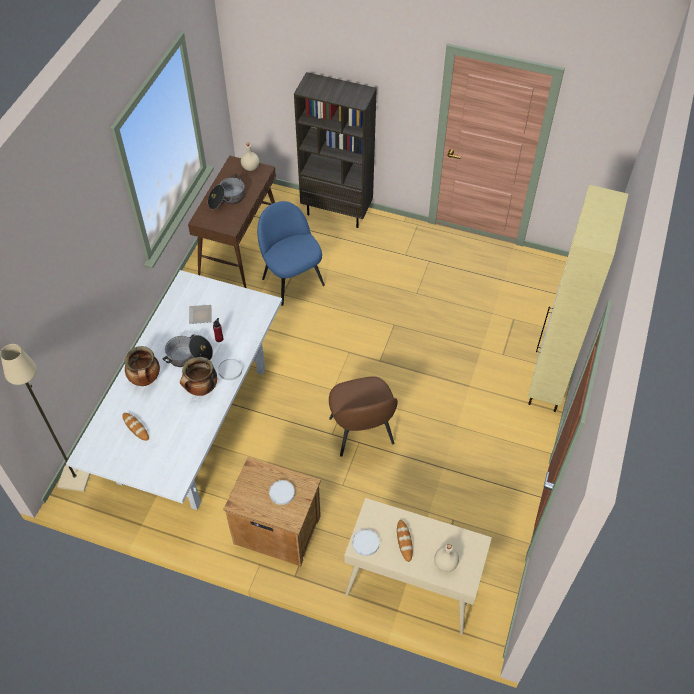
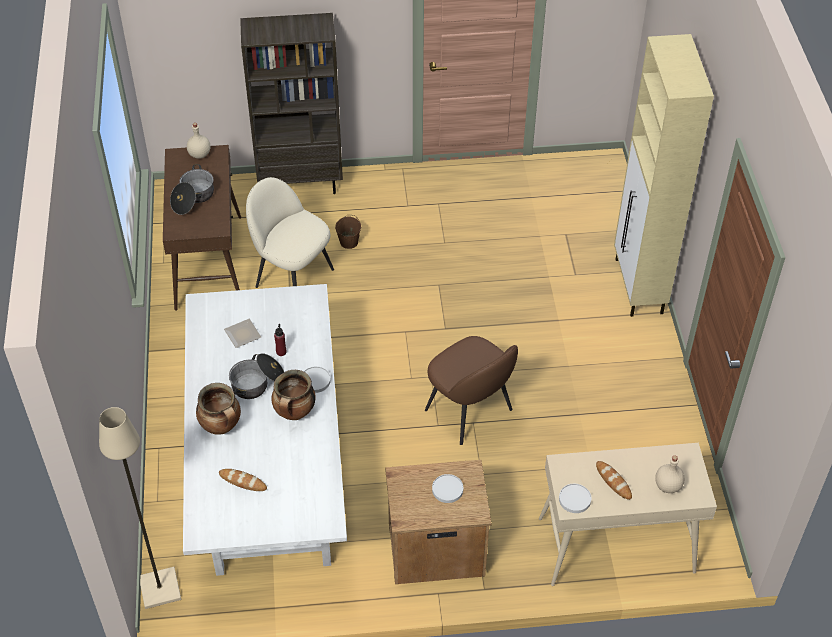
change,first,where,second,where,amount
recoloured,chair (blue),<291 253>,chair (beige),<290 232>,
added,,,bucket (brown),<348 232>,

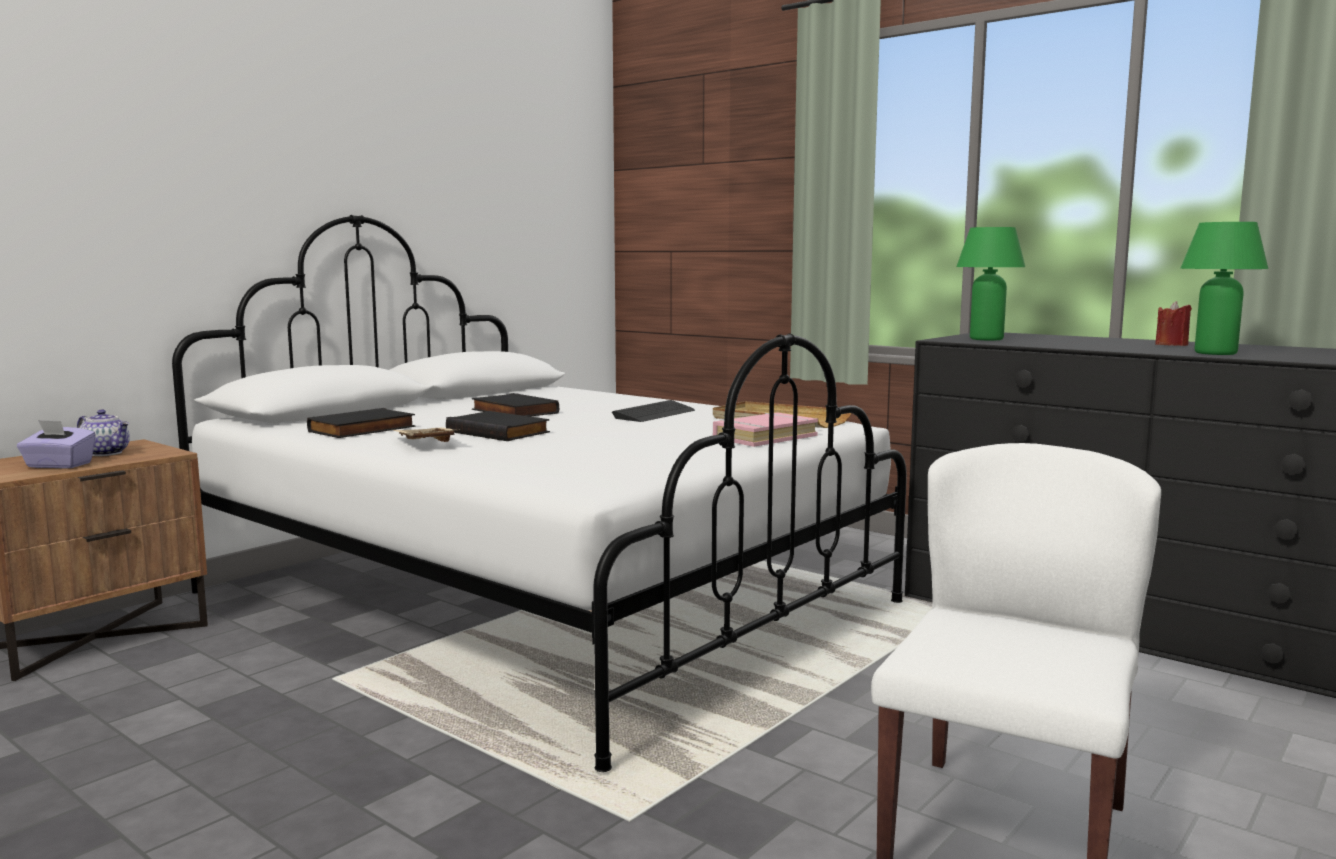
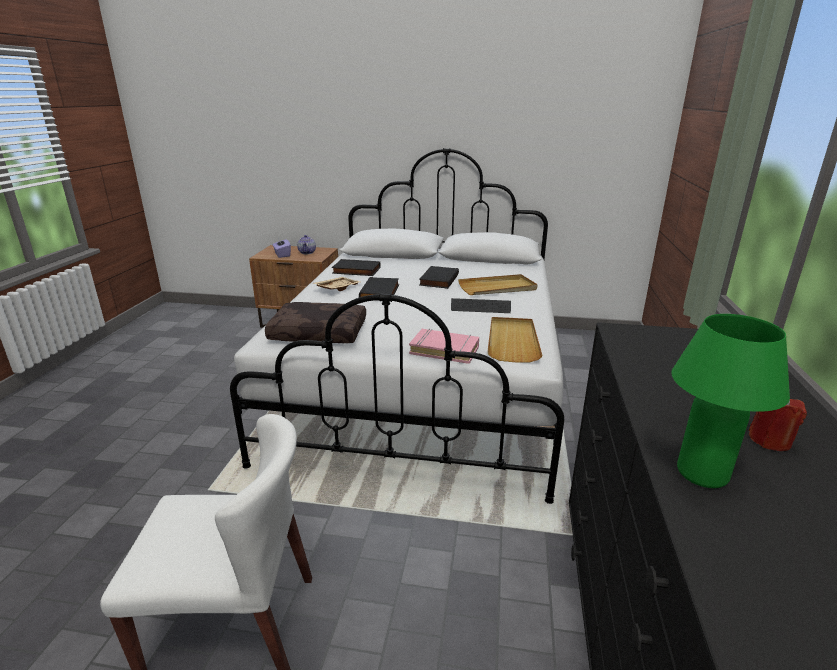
change,first,where,second,where,amount
removed,table lamp (green),<990 283>,,,
added,,,pillow (brown),<315 322>,
added,,,tray (beige),<498 284>,

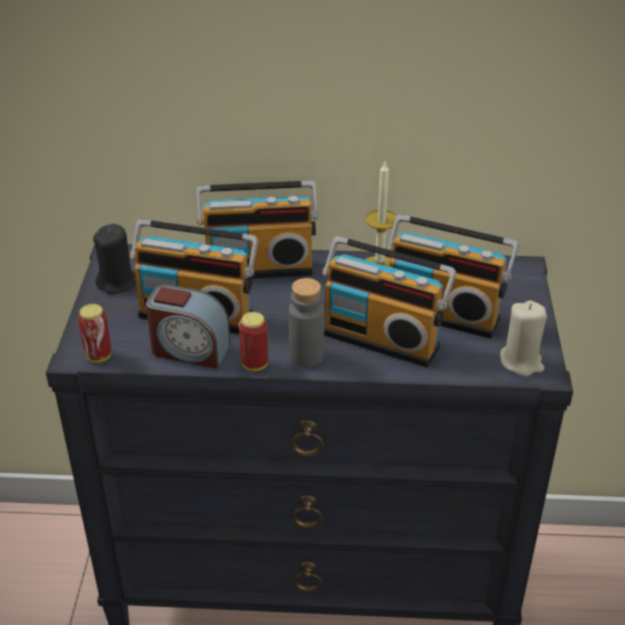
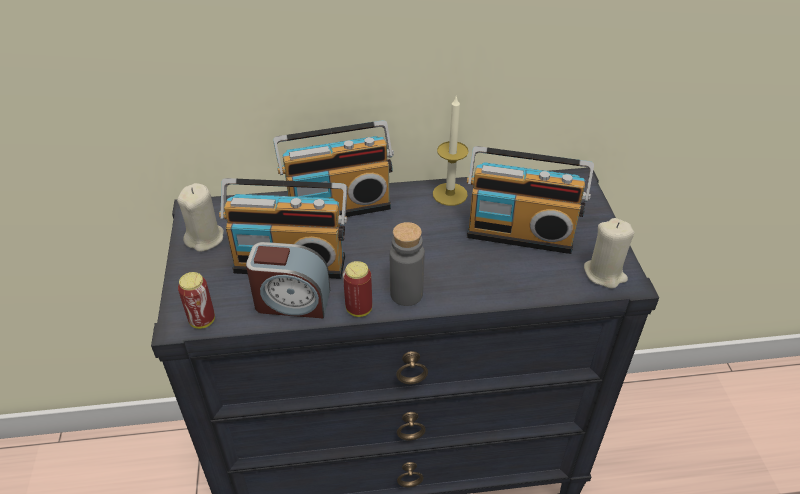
change,first,where,second,where,amount
recoloured,candle (black),<114 259>,candle (beige),<200 217>,
removed,radio,<389 302>,,,

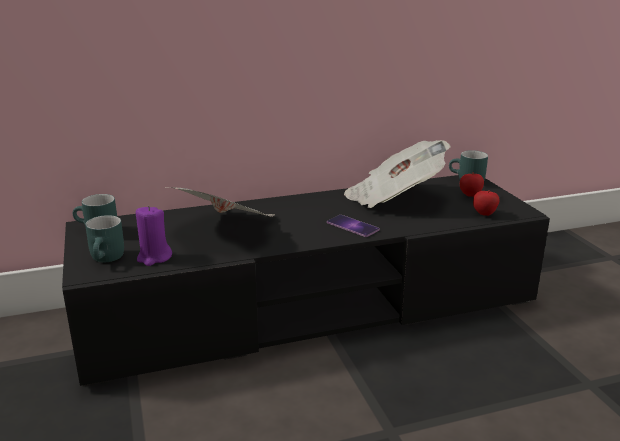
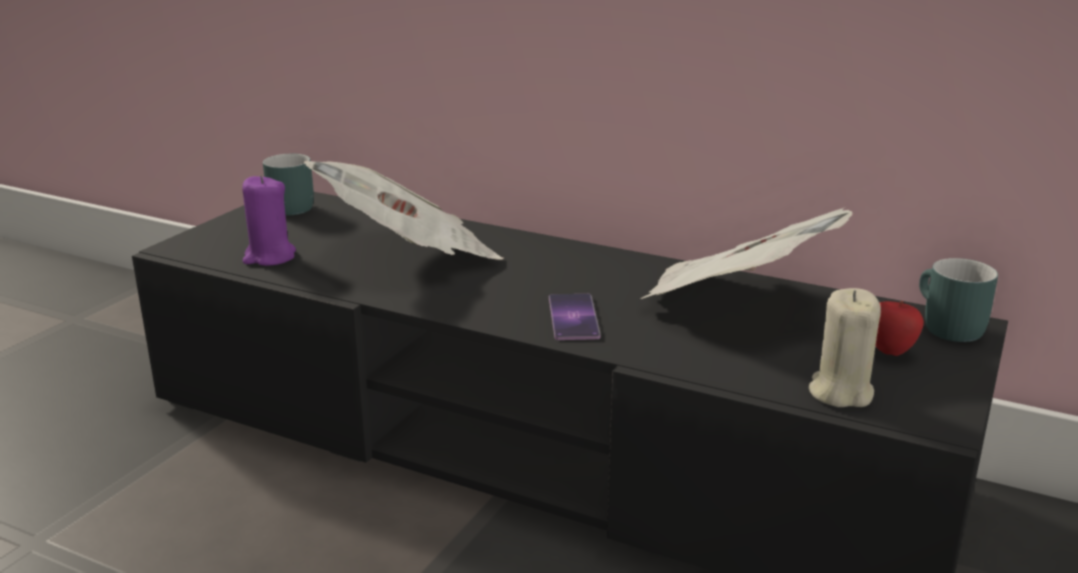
change,first,where,second,where,amount
removed,mug (turquoise),<104 238>,,,
replaced,apple,<486 203>,candle (beige),<845 347>,

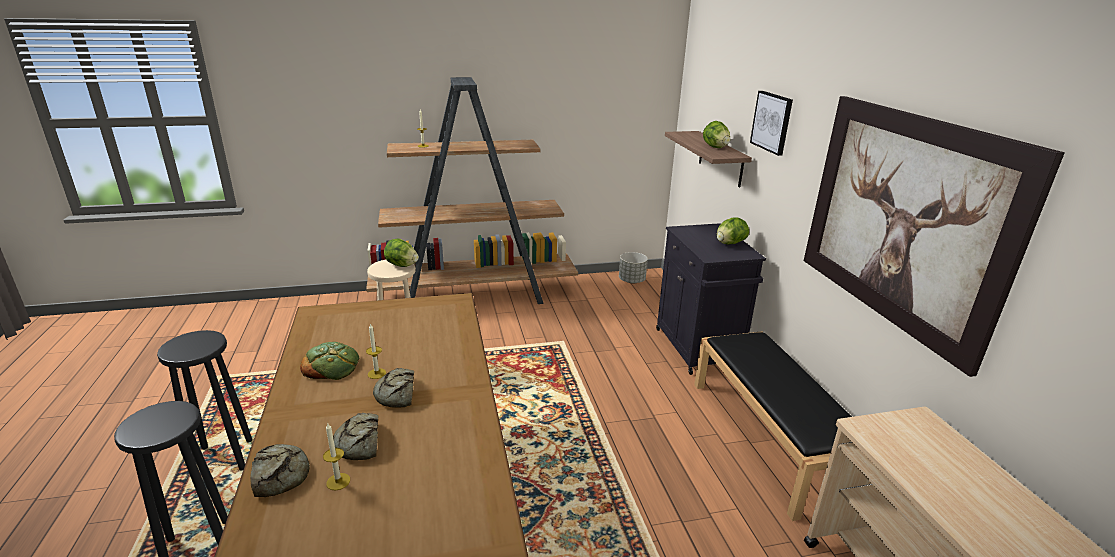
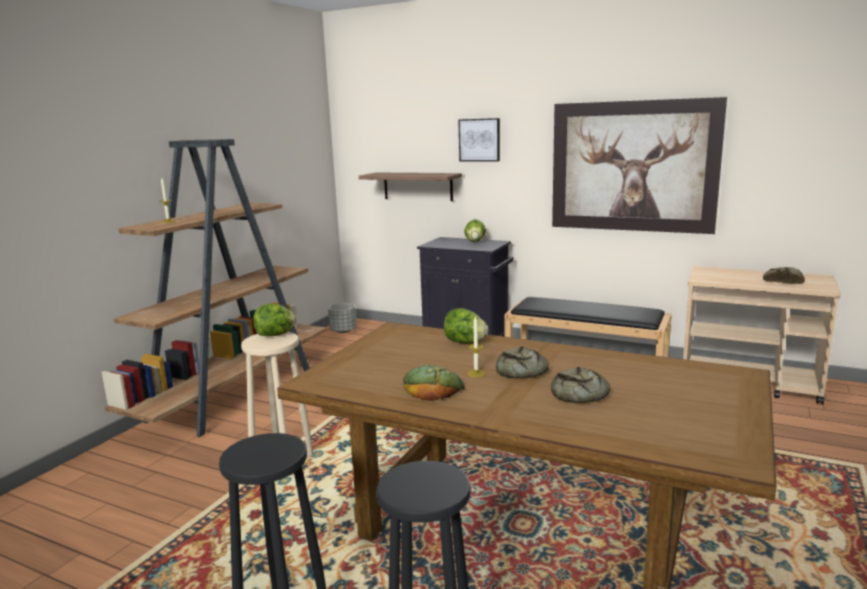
change,first,where,second,where,amount
moved,bread,<280 470>,,<784 275>,
removed,candle,<336 456>,,,
moved,lettuce,<716 134>,,<466 326>,

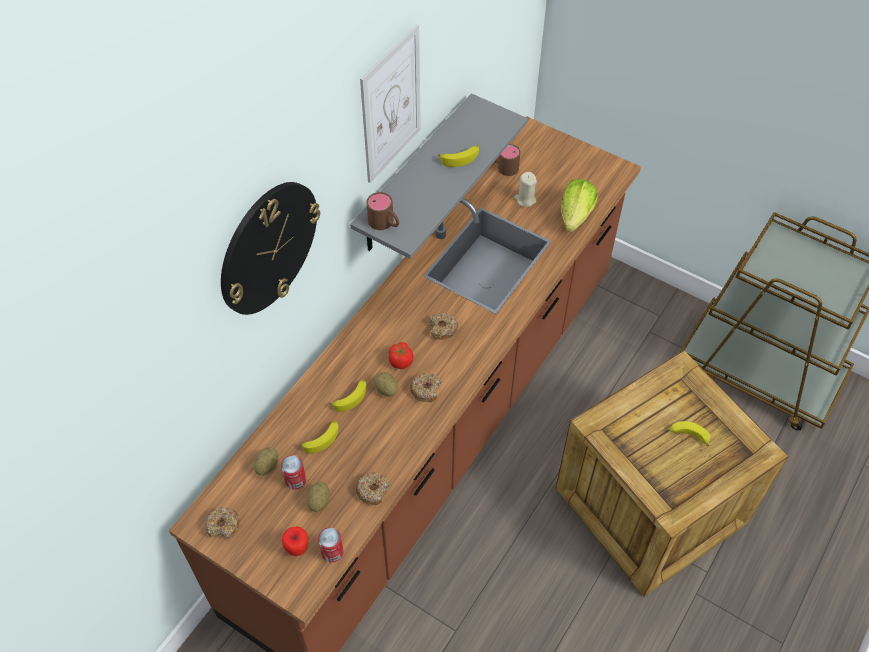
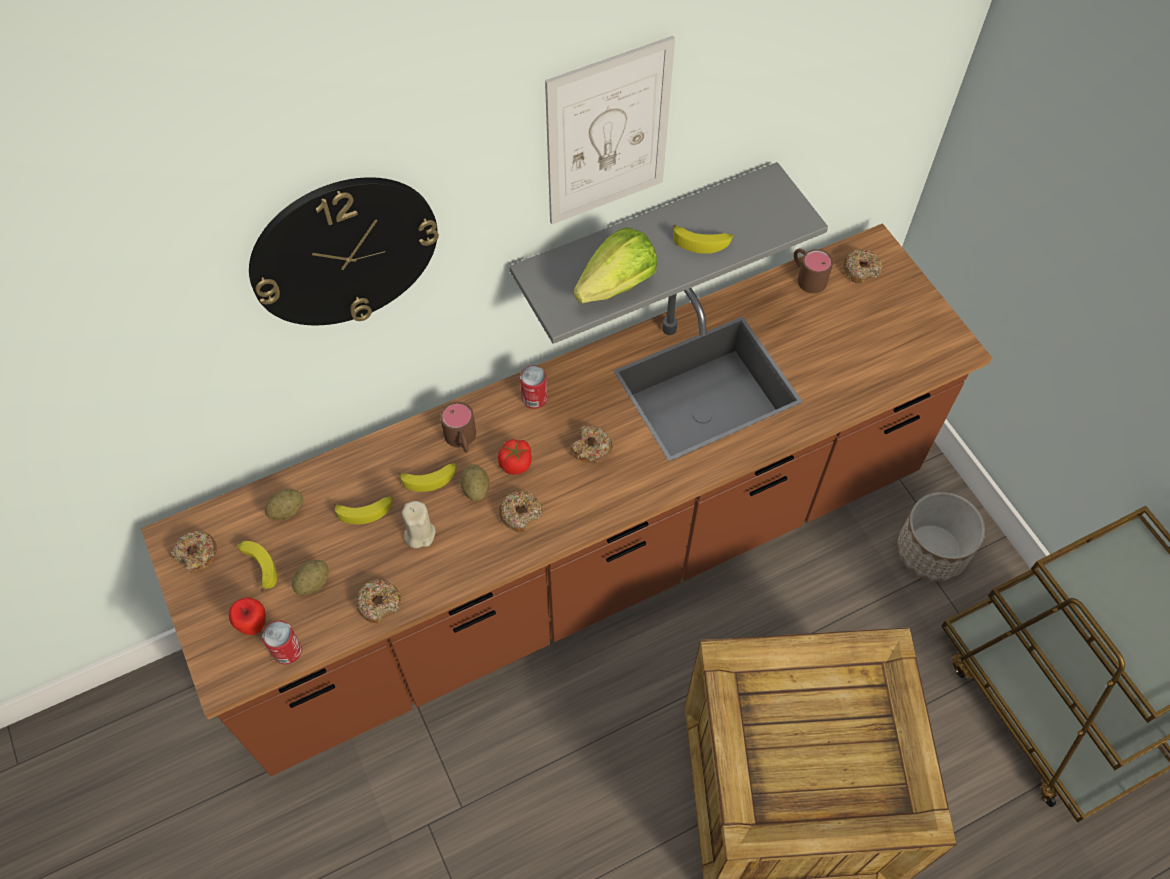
change,first,where,second,where,amount
moved,can,<293 472>,,<533 387>,
moved,mug (brown),<382 211>,,<458 427>,
moved,candle (beige),<526 189>,,<418 524>,
moved,lettuce,<579 205>,,<615 265>,
moved,banana,<689 433>,,<256 566>,
added,,,donut,<862 266>,
added,,,planter,<941 536>,

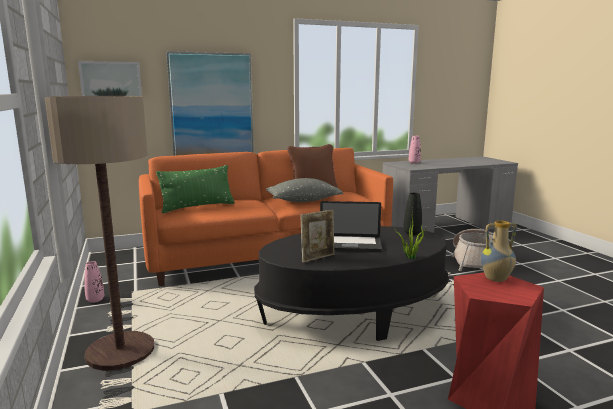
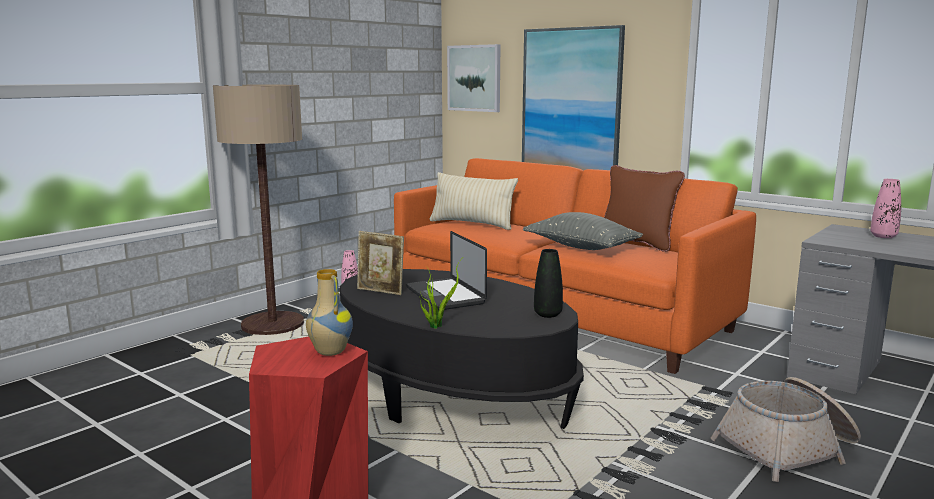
change,first,where,second,where,amount
recoloured,pillow (green),<195 189>,pillow (beige),<474 201>,

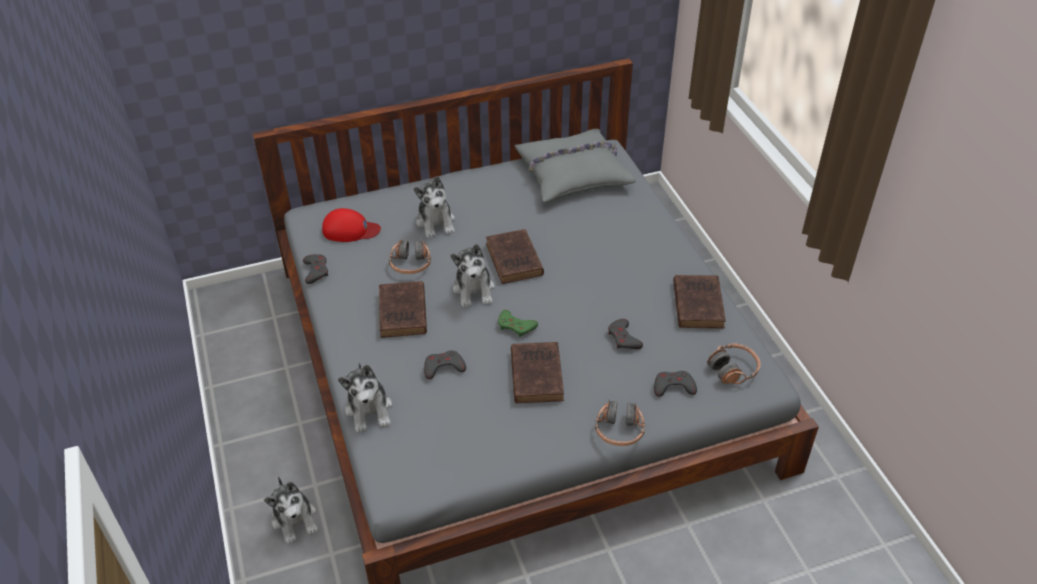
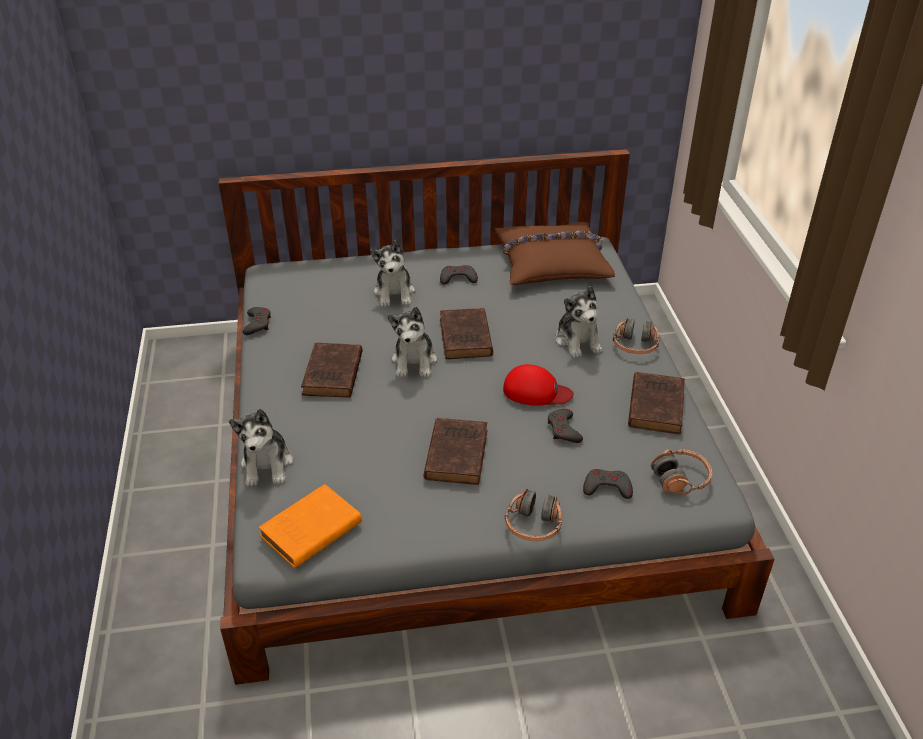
change,first,where,second,where,amount
moved,plush toy,<291 510>,,<579 322>,
moved,cap (red),<351 225>,,<538 385>,
moved,headphones,<410 256>,,<636 336>,
moved,game controller (grey),<445 364>,,<459 274>,
removed,game controller (green),<518 323>,,,
recoloured,pillow (grey),<575 165>,pillow (brown),<555 253>,
added,,,book (orange),<310 526>,

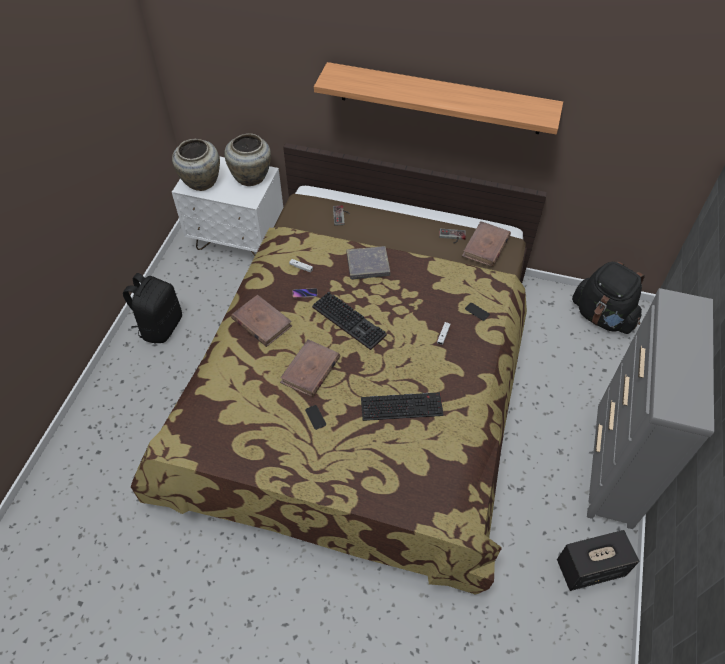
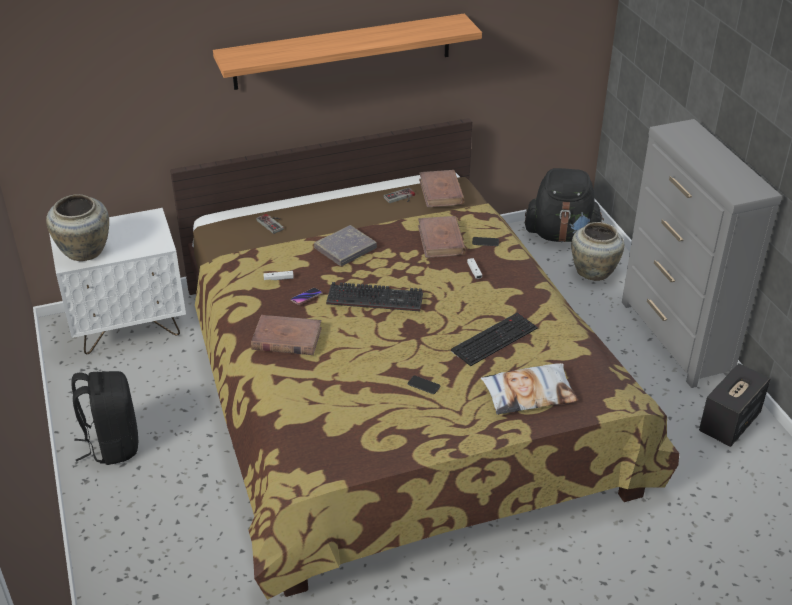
change,first,where,second,where,amount
moved,vase (beige),<247 159>,,<597 251>,
moved,book (brown),<310 368>,,<442 237>,
added,,,pillow,<529 389>,

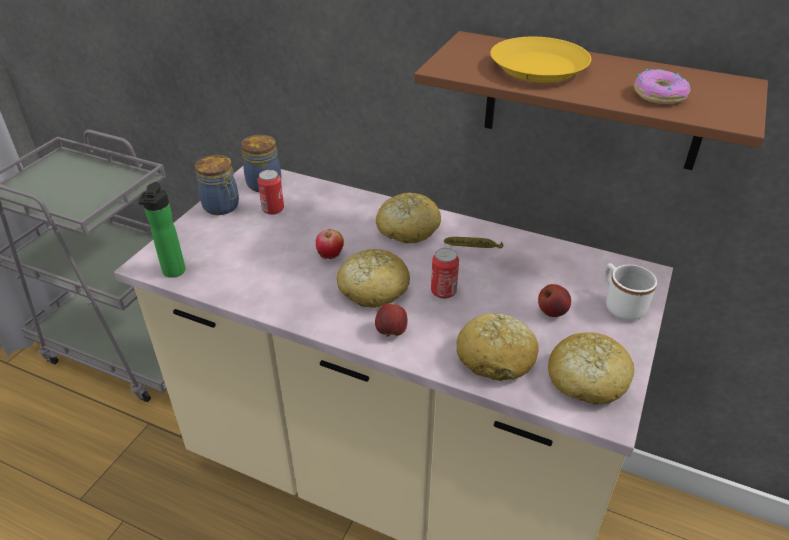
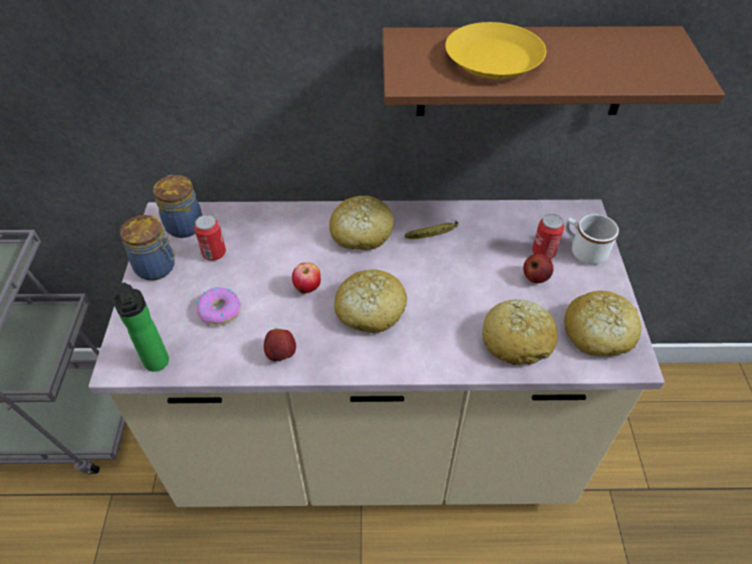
change,first,where,second,where,amount
moved,apple,<391 320>,,<280 345>,
moved,can,<445 273>,,<548 236>,
moved,donut,<662 86>,,<219 306>,

